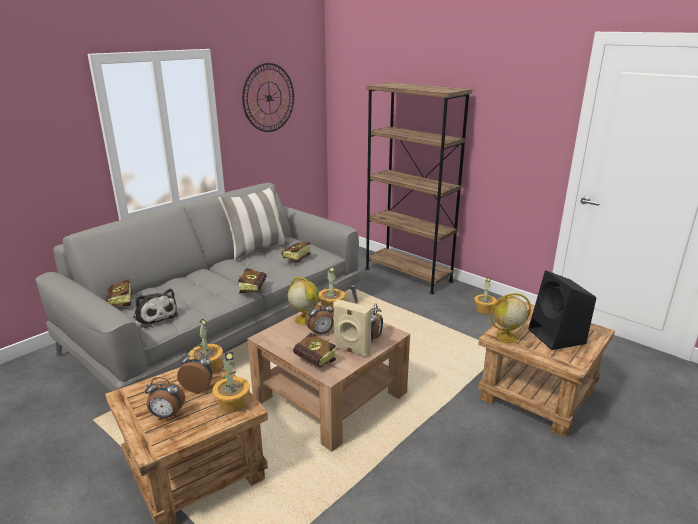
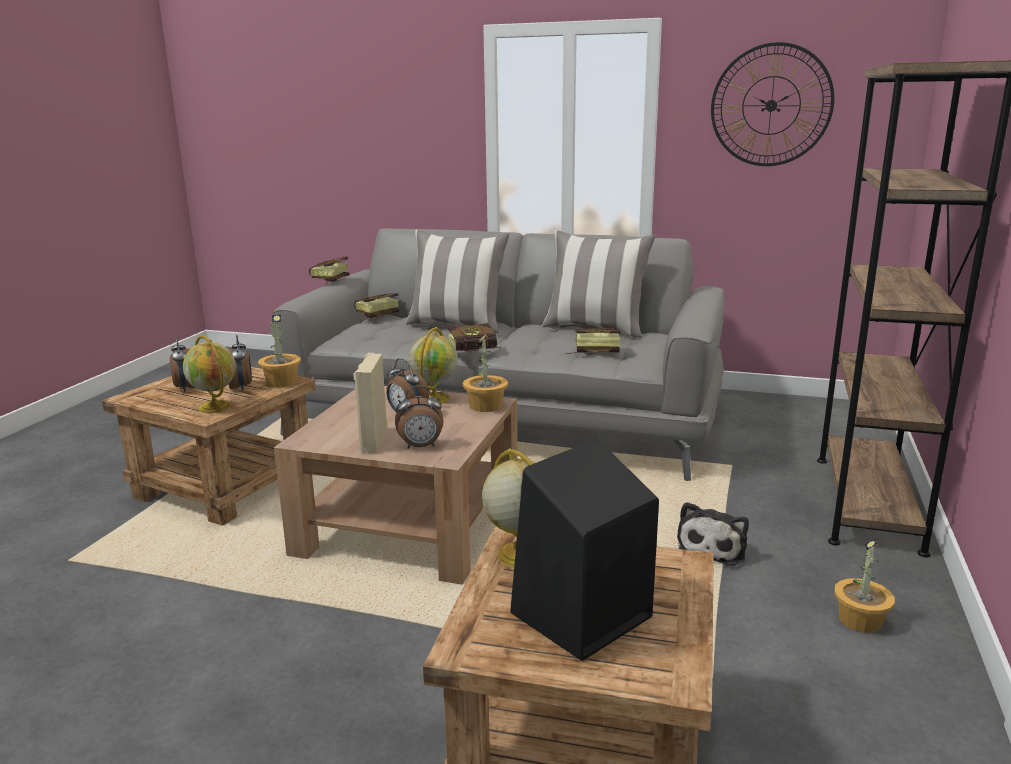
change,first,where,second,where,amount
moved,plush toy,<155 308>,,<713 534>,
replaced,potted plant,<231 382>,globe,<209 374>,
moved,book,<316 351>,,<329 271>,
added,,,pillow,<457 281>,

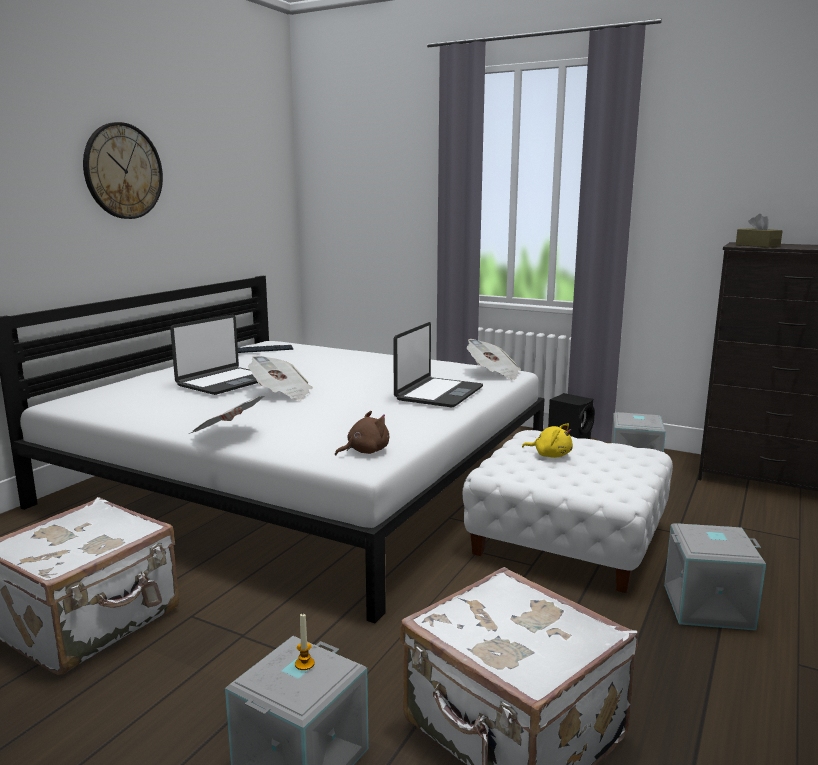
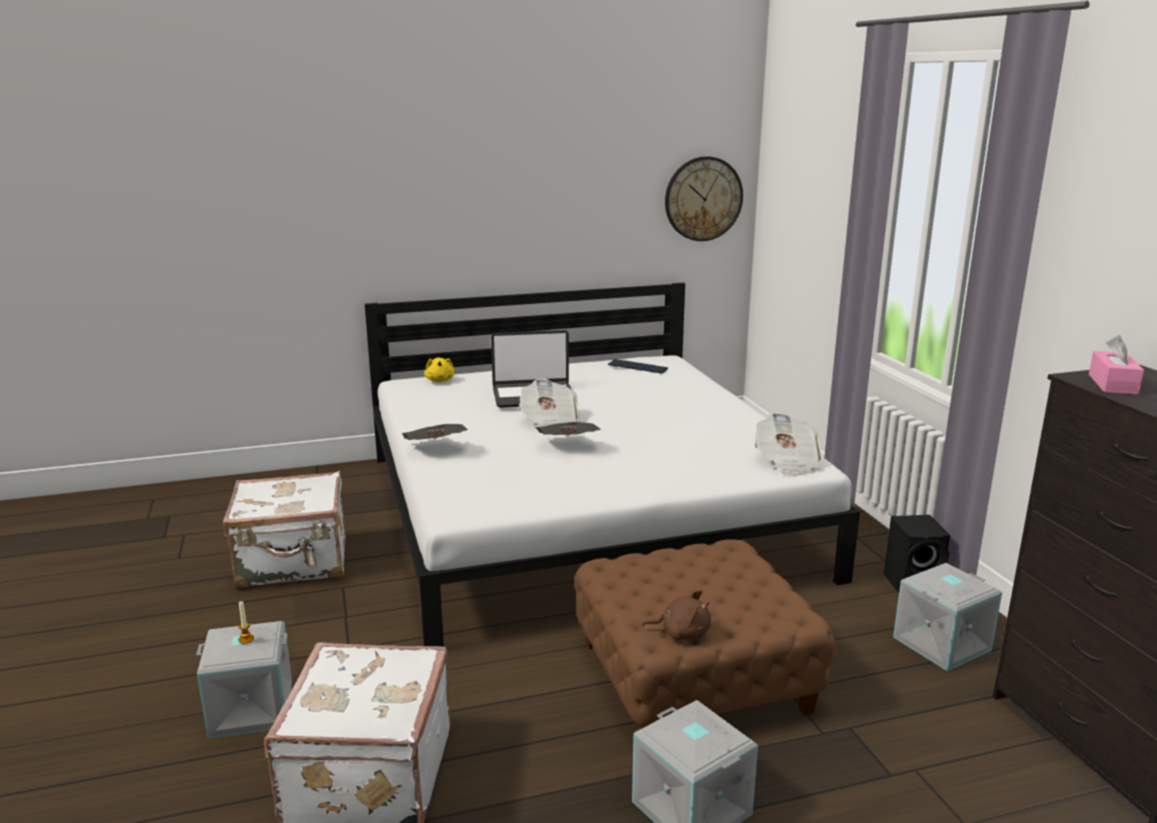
change,first,where,second,where,amount
moved,wall clock,<123 170>,,<704 198>,
moved,plush toy (brown),<362 433>,,<676 615>,
removed,laptop,<438 365>,,,
recoloured,ottoman (white),<568 511>,ottoman (brown),<705 634>,
moved,plush toy (yellow),<547 441>,,<439 370>,
recoloured,tissue box (brown),<759 230>,tissue box (pink),<1116 365>,
added,,,newspaper,<568 428>,

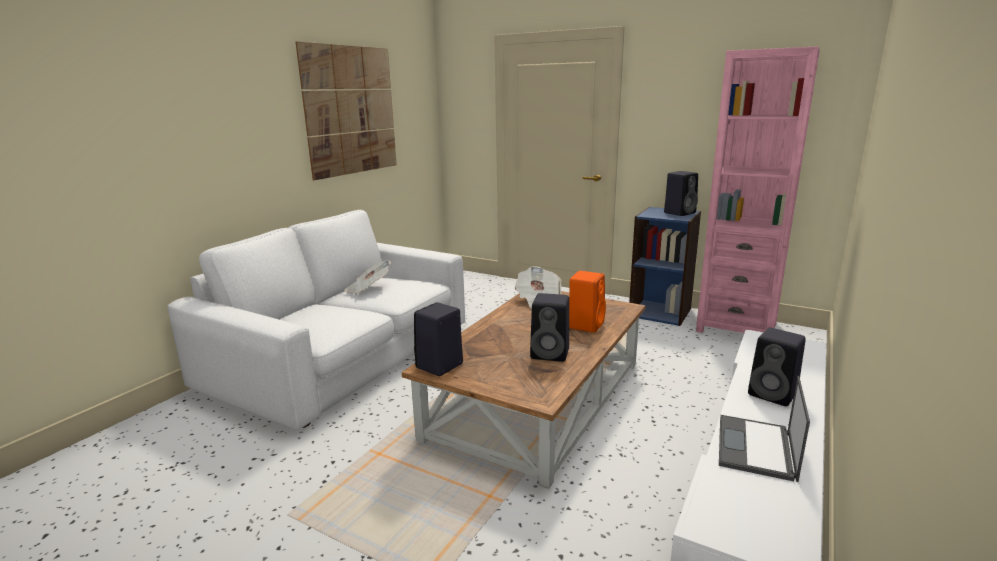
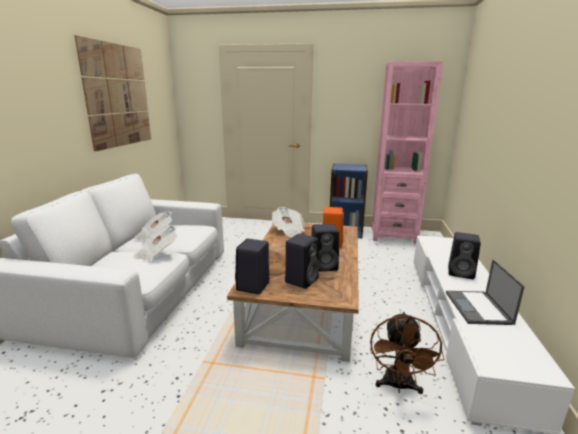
change,first,where,second,where,amount
moved,speaker (black),<681 193>,,<302 261>,
added,,,newspaper,<155 243>,
added,,,fan (brown),<407 353>,

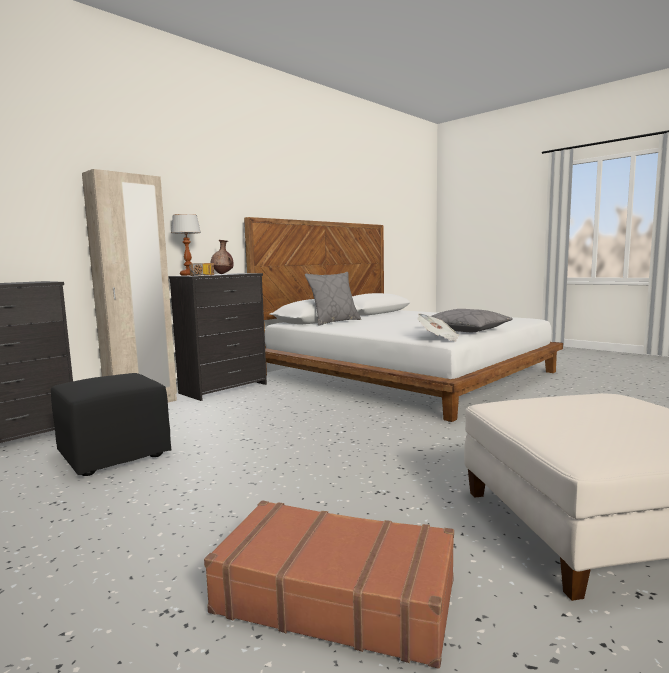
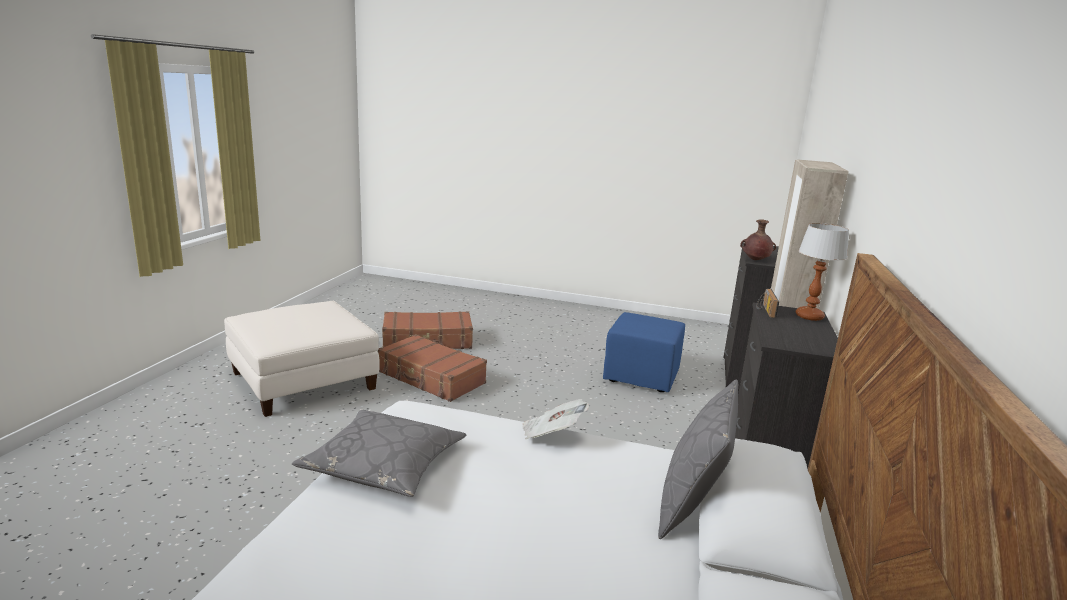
change,first,where,second,where,amount
recoloured,ottoman (black),<111 424>,ottoman (blue),<644 352>,
moved,vase (brown),<222 257>,,<758 239>,
moved,newspaper,<438 327>,,<555 419>,
added,,,suitcase (brown),<432 368>,

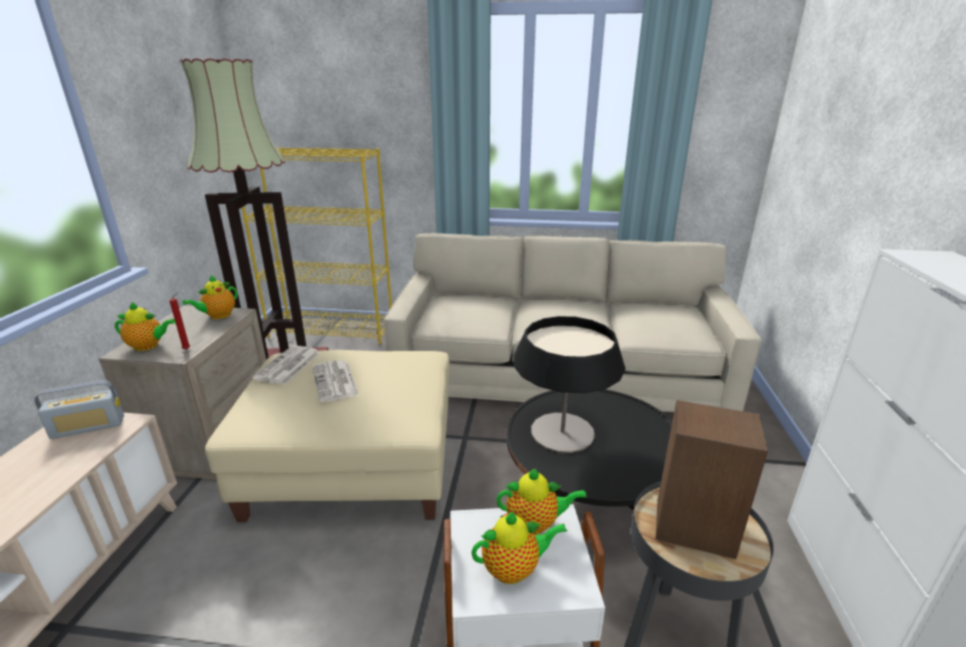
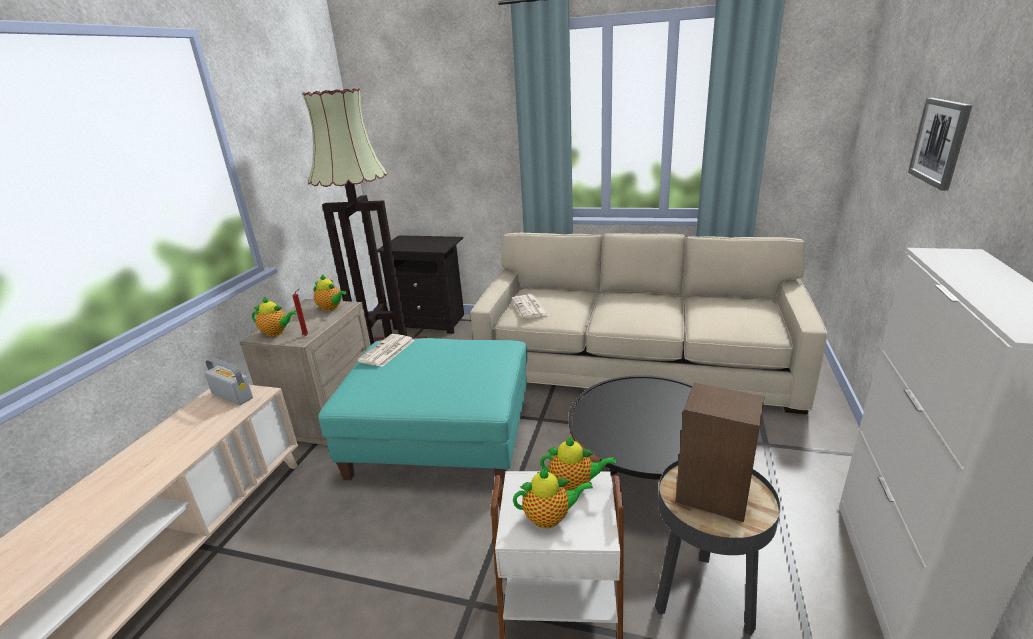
change,first,where,second,where,amount
turned,radio,<79 409>,,<228 381>,135 degrees counterclockwise
turned,teapot,<210 297>,,<330 292>,105 degrees counterclockwise
recoloured,ottoman (beige),<327 436>,ottoman (turquoise),<422 412>,
replaced,bookcase (yellow),<317 246>,nightstand (black),<420 284>,
moved,newspaper,<335 381>,,<530 306>,
removed,table lamp,<569 384>,,,
added,,,picture,<940 144>,

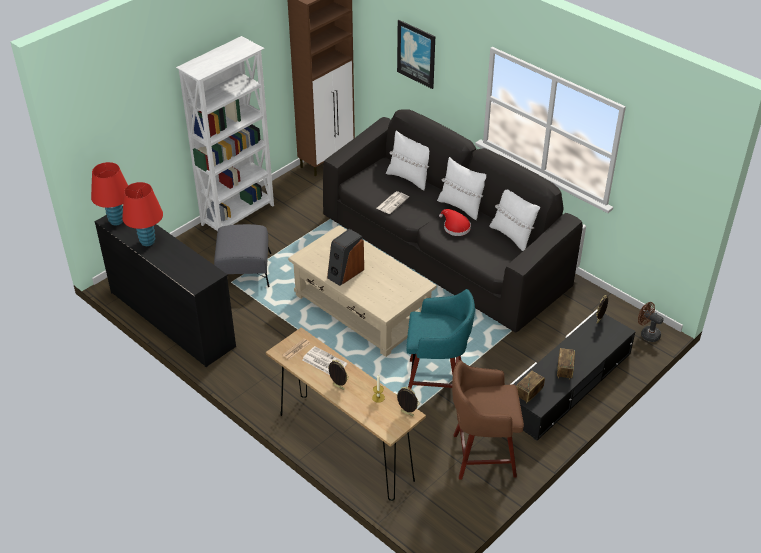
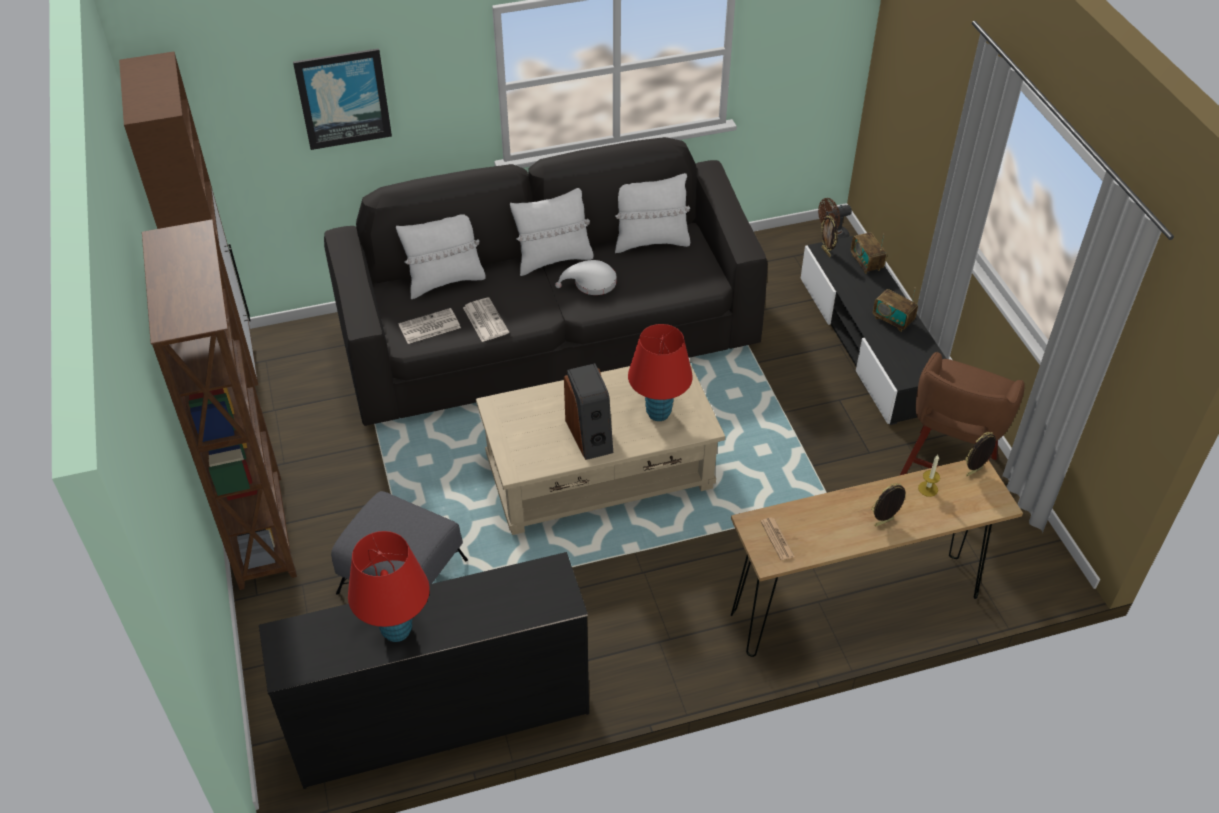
change,first,where,second,where,amount
moved,table lamp (red),<109 194>,,<660 372>,
recoloured,bookcase (white),<225 134>,bookcase (brown),<219 404>,
moved,newspaper,<324 360>,,<429 326>,
removed,stool (turquoise),<440 339>,,,
recoloured,hat (red),<455 222>,hat (white),<586 277>,
moved,radio,<530 387>,,<869 253>,

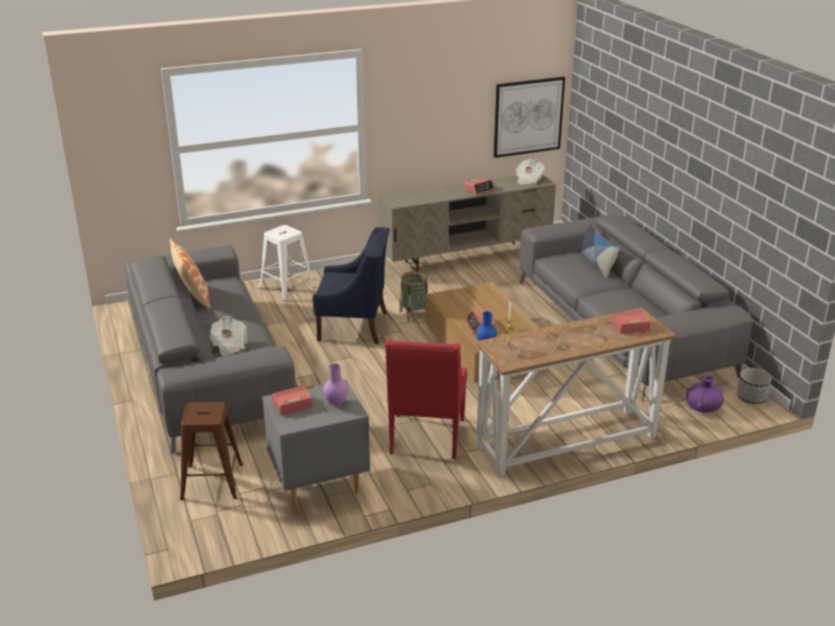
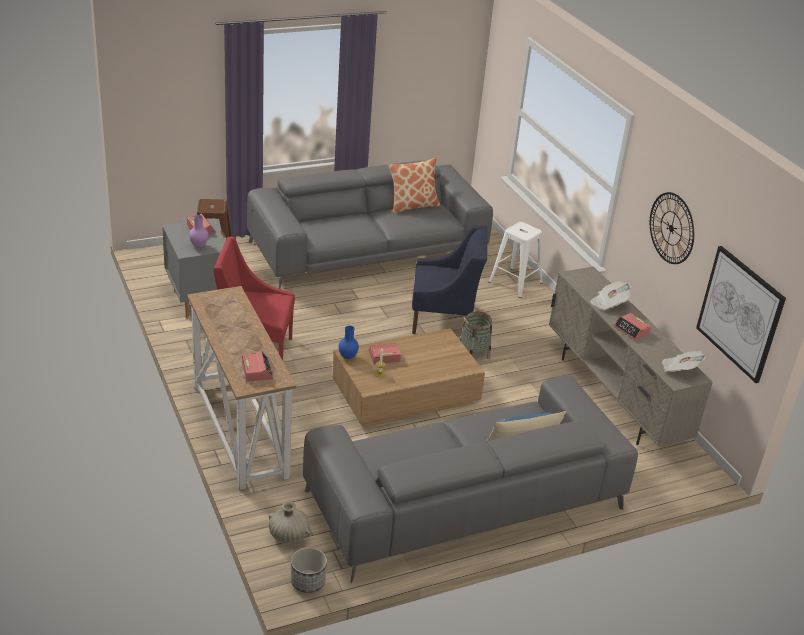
change,first,where,second,where,amount
moved,newspaper,<228 336>,,<611 296>,
turned,armchair (blue),<351 285>,,<449 279>,90 degrees counterclockwise
recoloured,vase (purple),<705 394>,vase (beige),<290 522>,
added,,,wall clock,<672 228>,

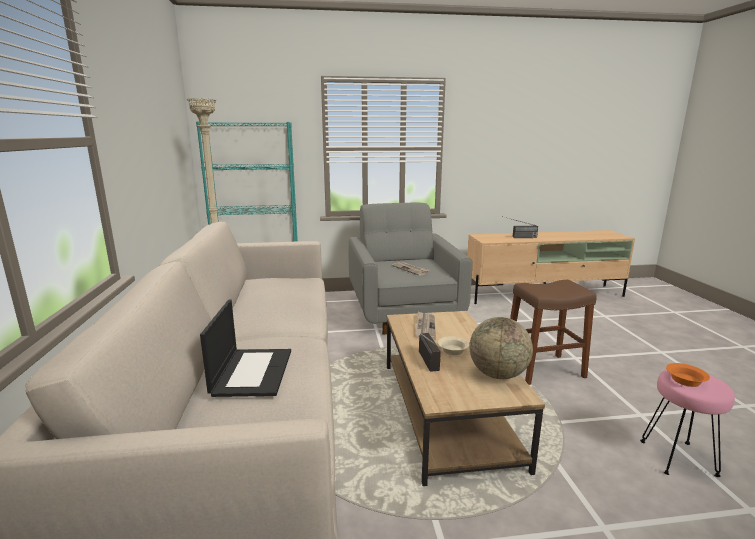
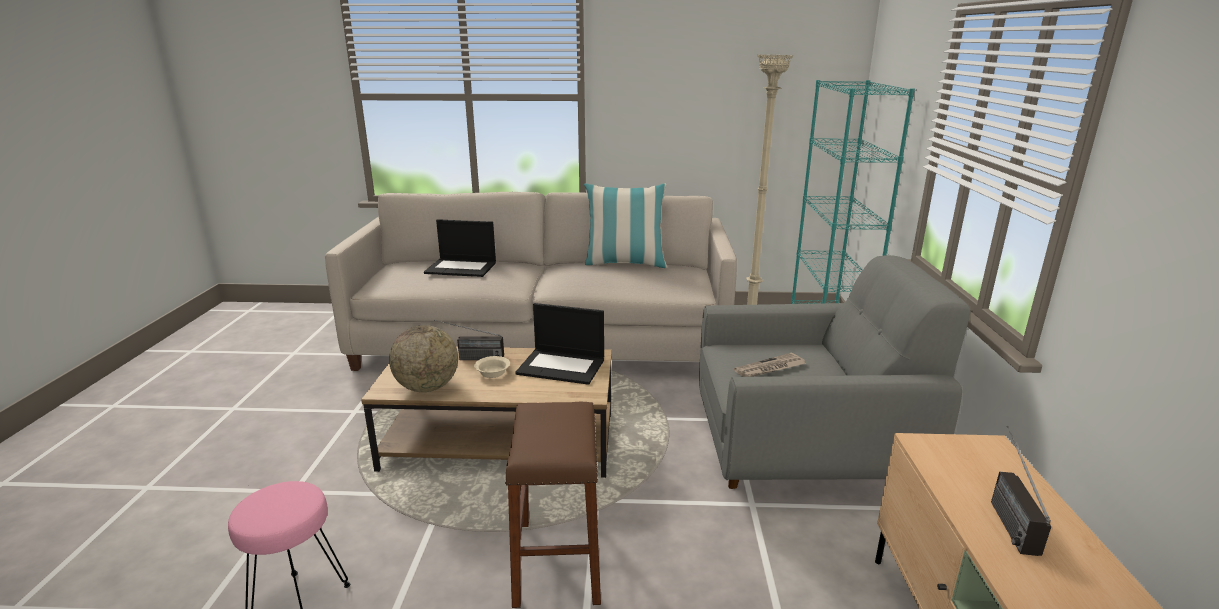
change,first,where,second,where,amount
replaced,newspaper,<425 326>,laptop,<559 344>,
removed,bowl (orange),<688 375>,,,
added,,,pillow,<626 225>,

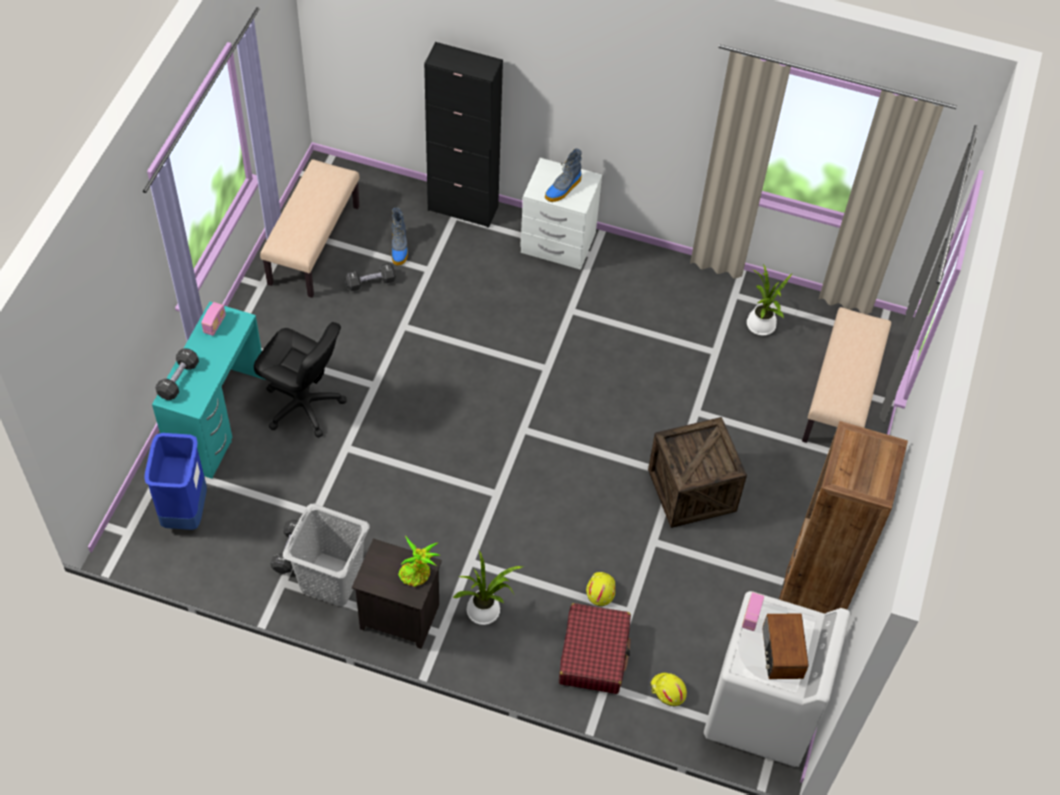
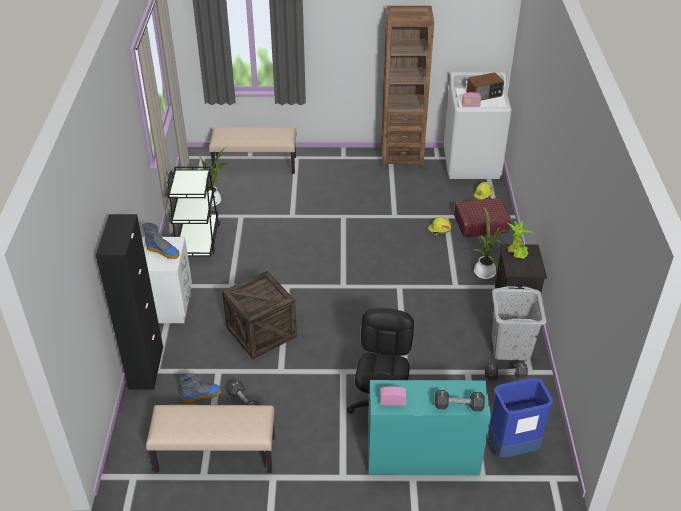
change,first,where,second,where,amount
moved,crate,<697 472>,,<259 315>,
added,,,cart (black),<193 211>,

